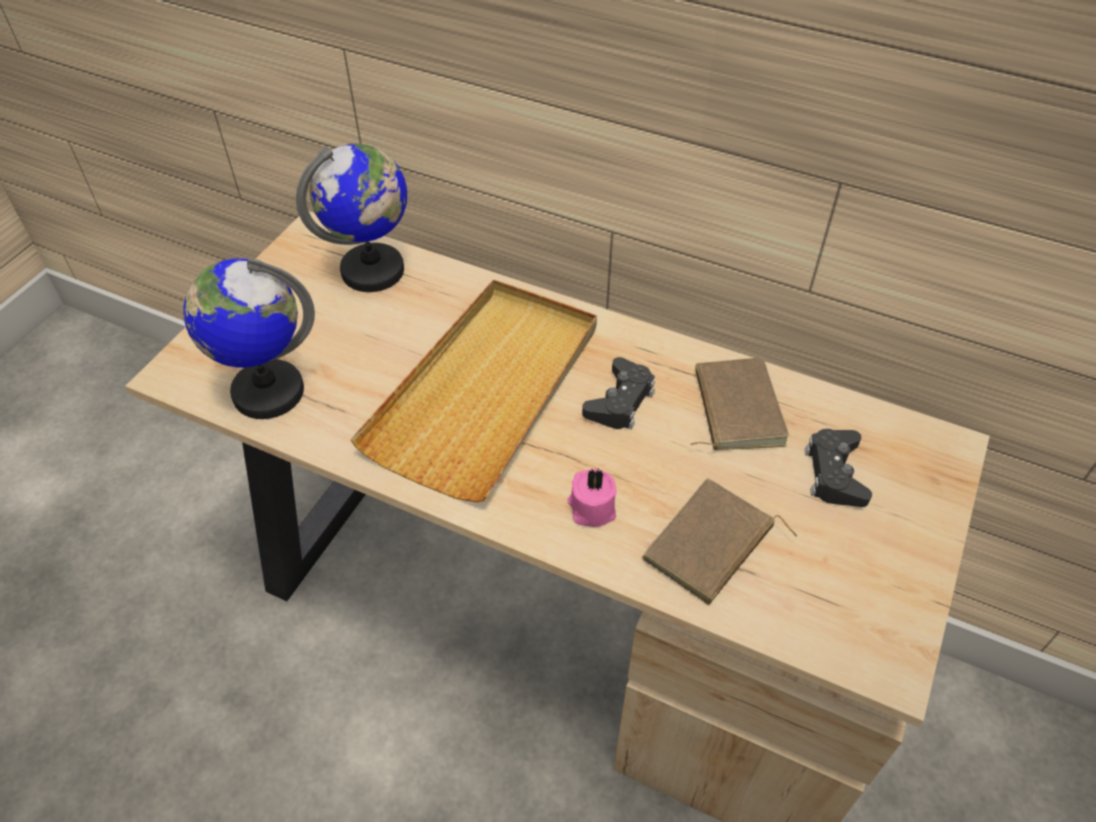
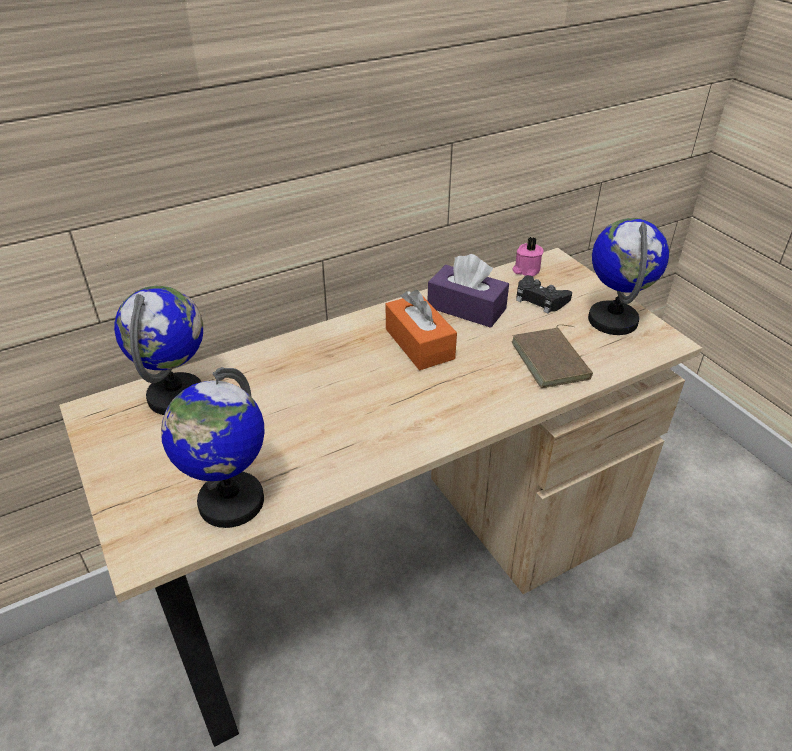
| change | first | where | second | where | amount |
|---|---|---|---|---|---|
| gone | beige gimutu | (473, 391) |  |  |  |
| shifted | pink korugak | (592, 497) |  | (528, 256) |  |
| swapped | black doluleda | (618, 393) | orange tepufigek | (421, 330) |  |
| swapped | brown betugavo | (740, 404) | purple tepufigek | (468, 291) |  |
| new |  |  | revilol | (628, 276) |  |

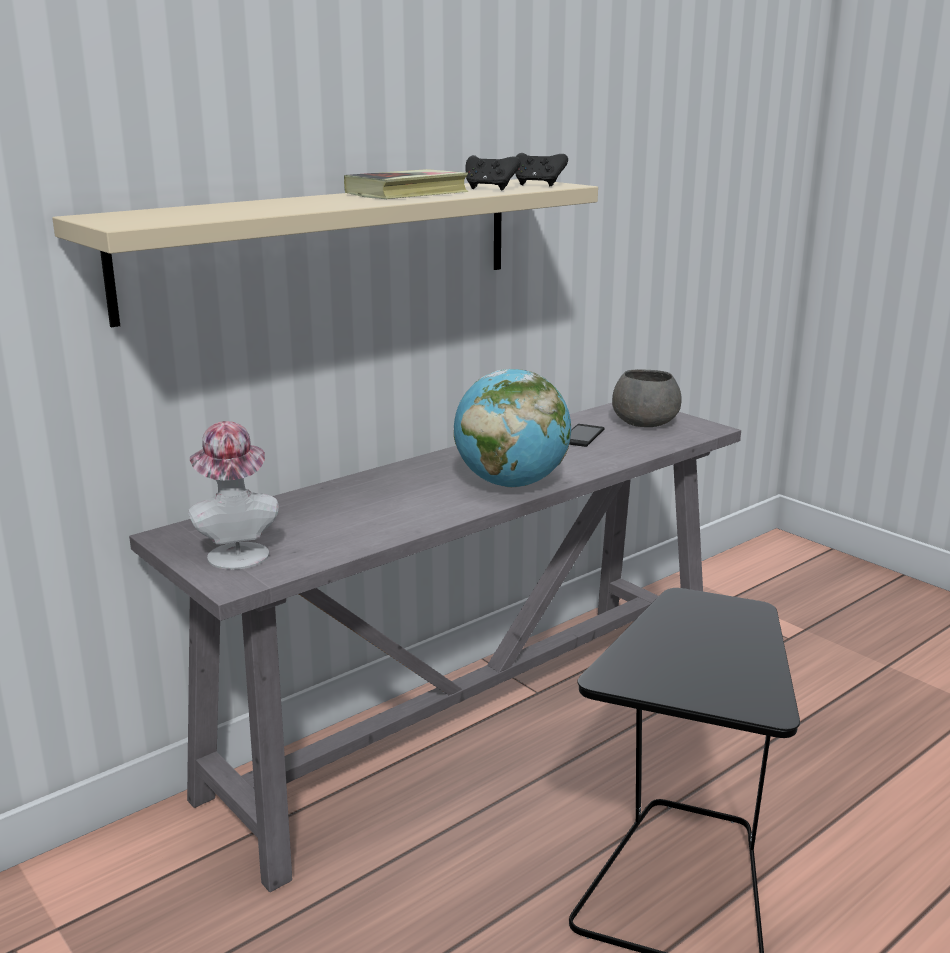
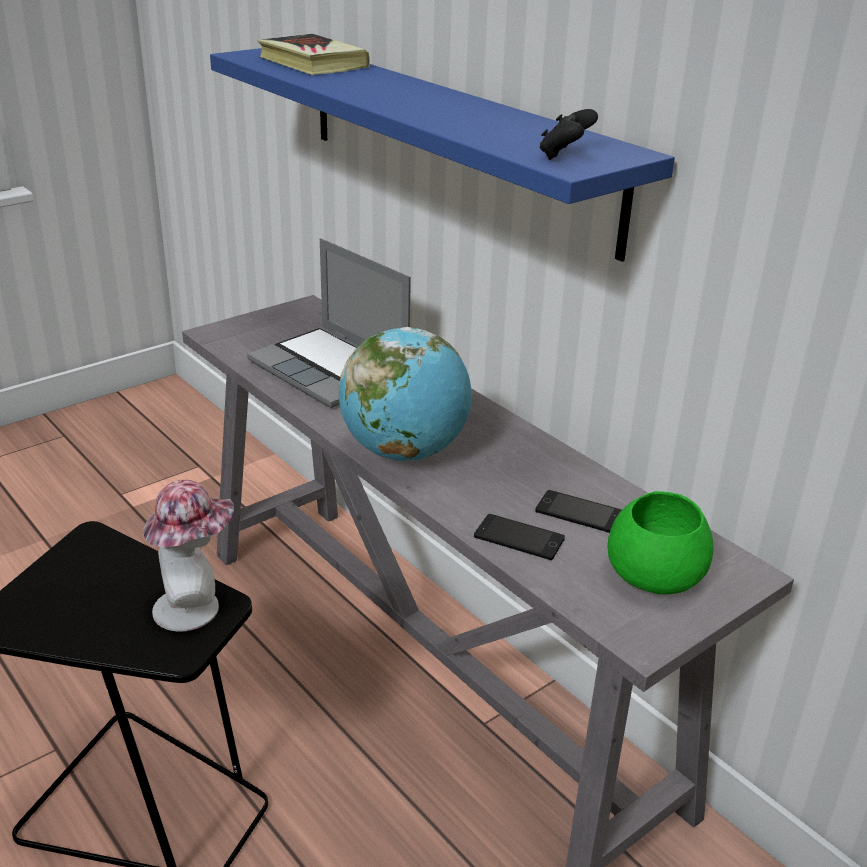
| change | first | where | second | where | amount |
|---|---|---|---|---|---|
| repainted | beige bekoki | (325, 253) | blue bekoki | (442, 155) |  |
| shifted | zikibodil | (233, 495) |  | (189, 556) |  |
| shifted | betugavo | (406, 184) |  | (313, 54) |  |
| gone | black doluleda | (493, 172) |  |  |  |
| repainted | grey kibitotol | (647, 398) | green kibitotol | (660, 542) |  |
| new |  |  | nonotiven | (329, 323) |  |
| new |  |  | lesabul | (519, 537) |  |

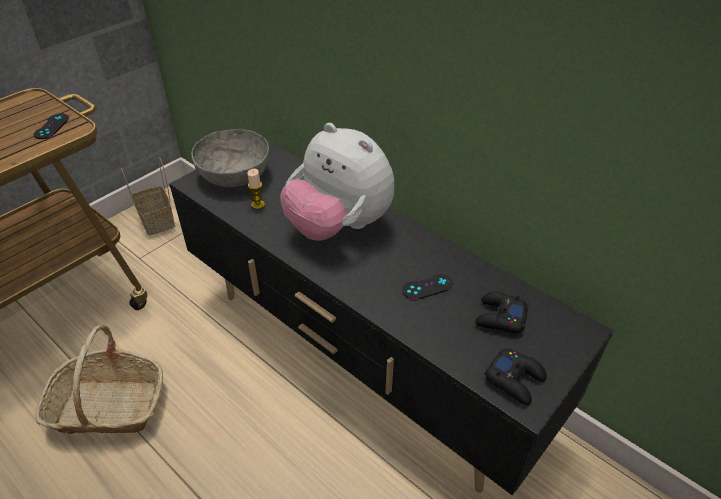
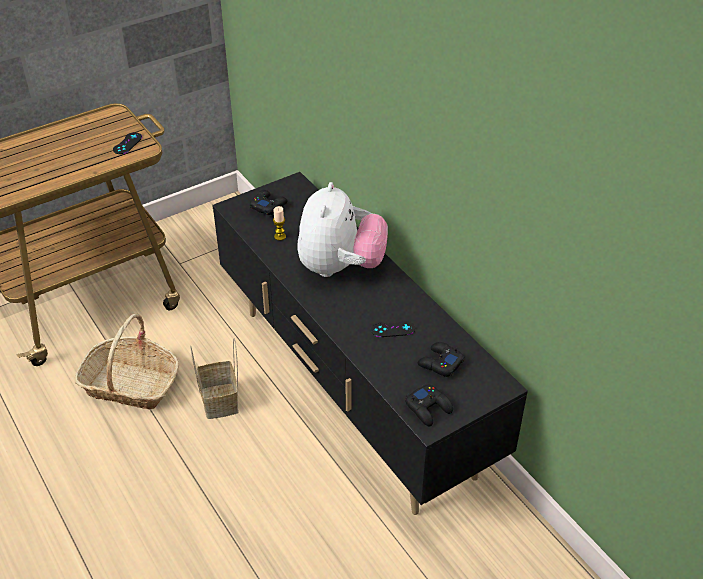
| change | first | where | second | where | amount |
|---|---|---|---|---|---|
| shifted | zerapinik | (148, 196) |  | (214, 378) |  |
| swapped | grey kibitotol | (230, 158) | black doluleda | (269, 202) |  |
| rotated | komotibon | (337, 182) |  | (342, 229) | 135 degrees counterclockwise |

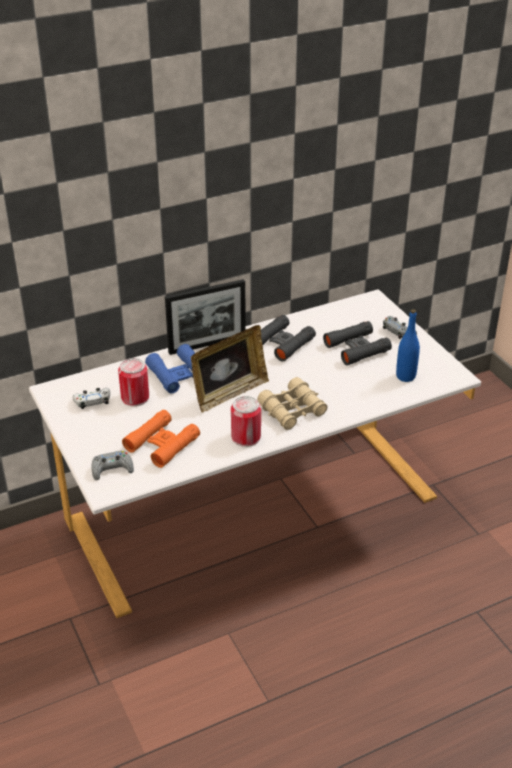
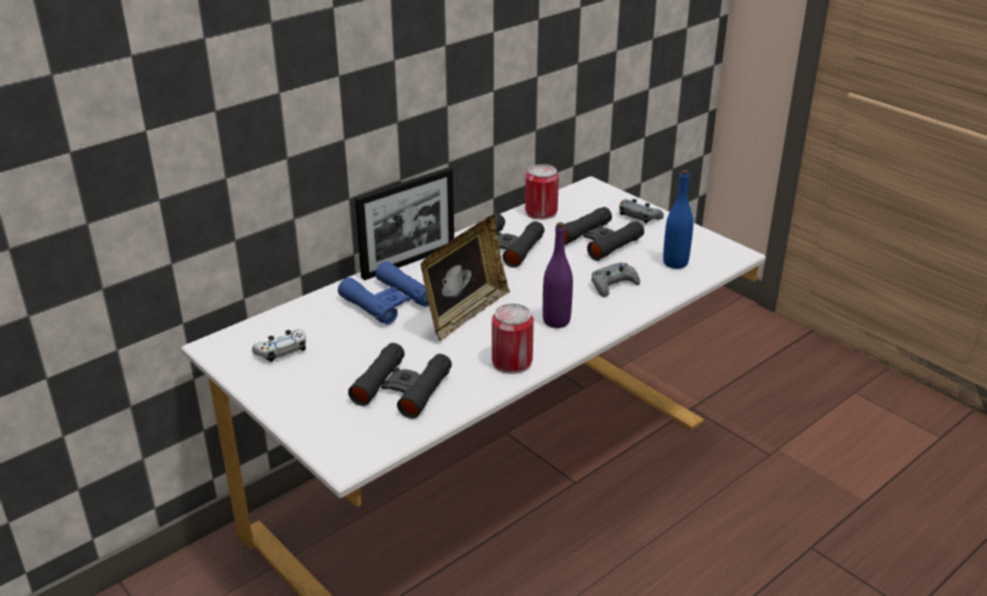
| change | first | where | second | where | amount |
|---|---|---|---|---|---|
| shifted | grey doluleda | (112, 465) |  | (615, 279) |  |
| shifted | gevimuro | (133, 382) |  | (542, 192) |  |
| repainted | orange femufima | (161, 439) | black femufima | (400, 381) |  |
| swapped | beige femufima | (292, 403) | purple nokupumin | (558, 275) |  |

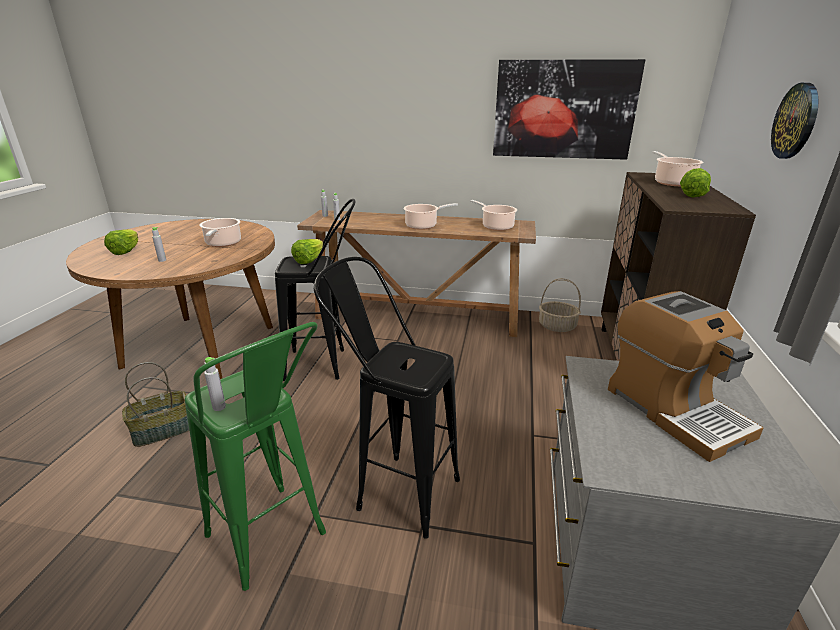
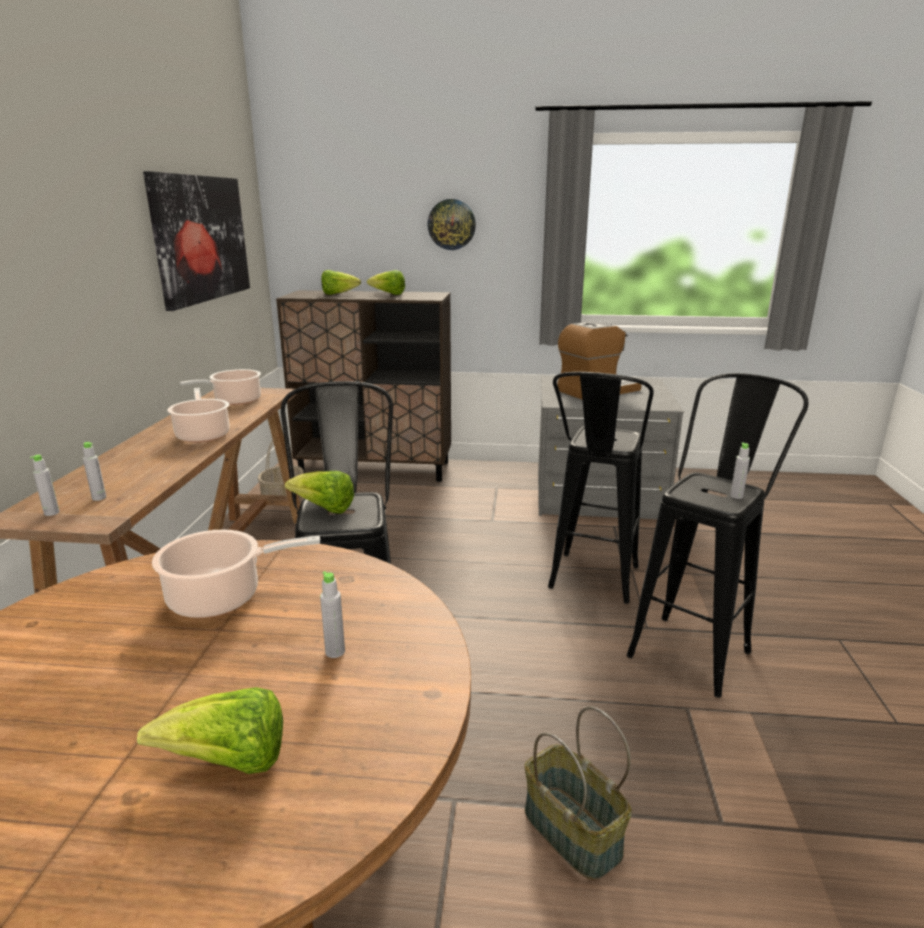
| change | first | where | second | where | amount |
|---|---|---|---|---|---|
| repainted | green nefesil | (255, 456) | black nefesil | (717, 535) |  |
| swapped | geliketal | (677, 168) | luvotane | (341, 282) |  |

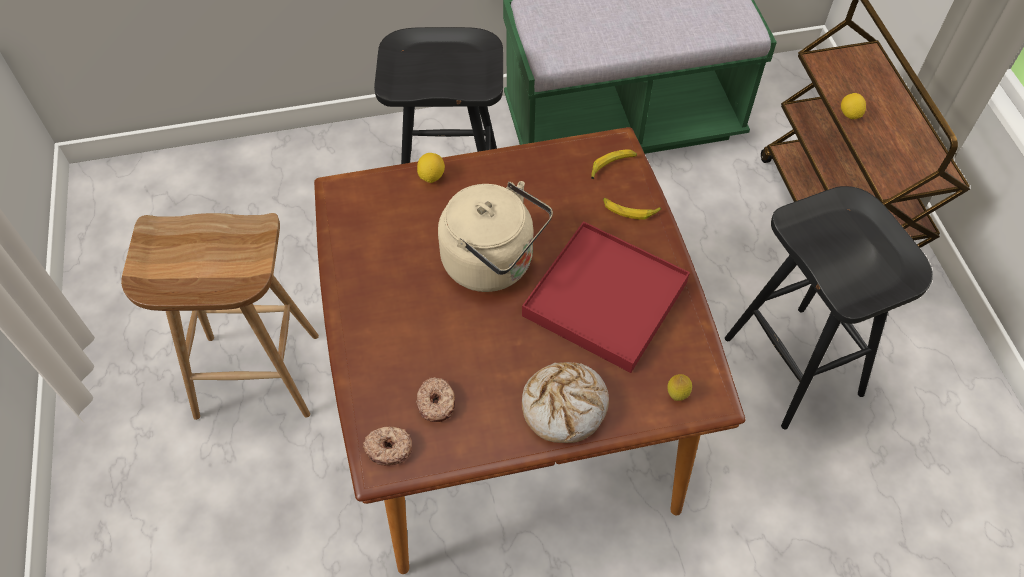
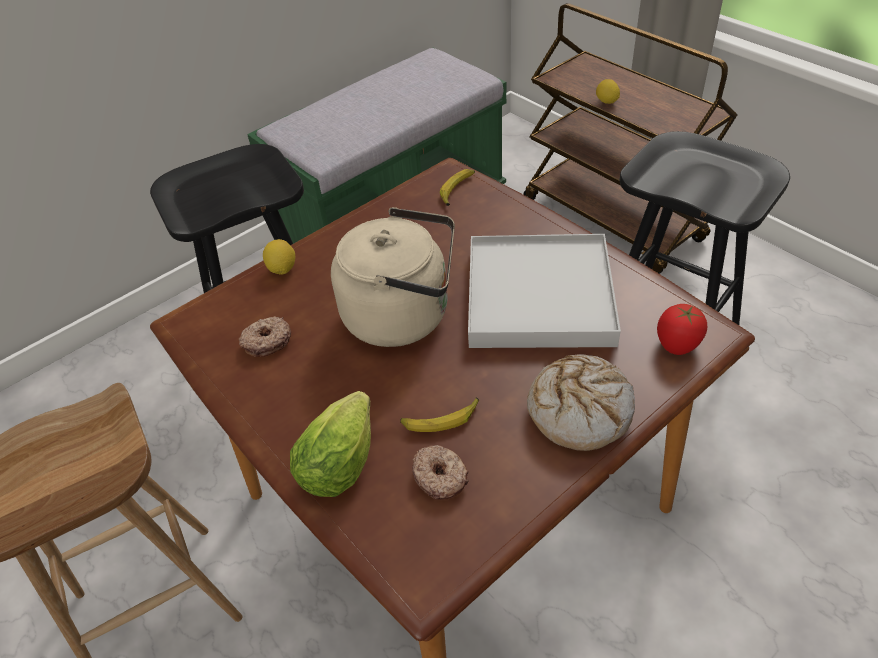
| change | first | where | second | where | amount |
|---|---|---|---|---|---|
| shifted | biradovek | (387, 445) |  | (265, 336) |  |
| repainted | red gimutu | (606, 297) | white gimutu | (544, 291) |  |
| shifted | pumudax | (632, 209) |  | (439, 414) |  |
| swapped | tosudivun | (680, 387) | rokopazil | (682, 329) |  |
| new |  |  | luvotane | (330, 444) |  |

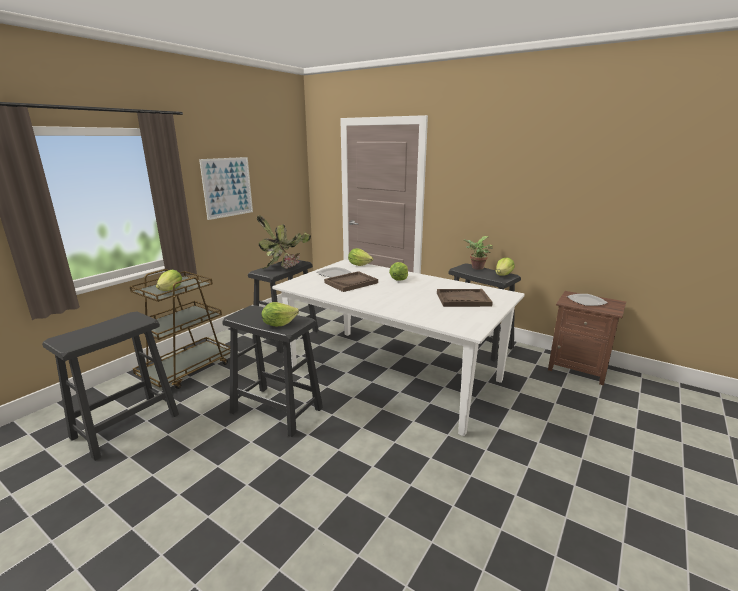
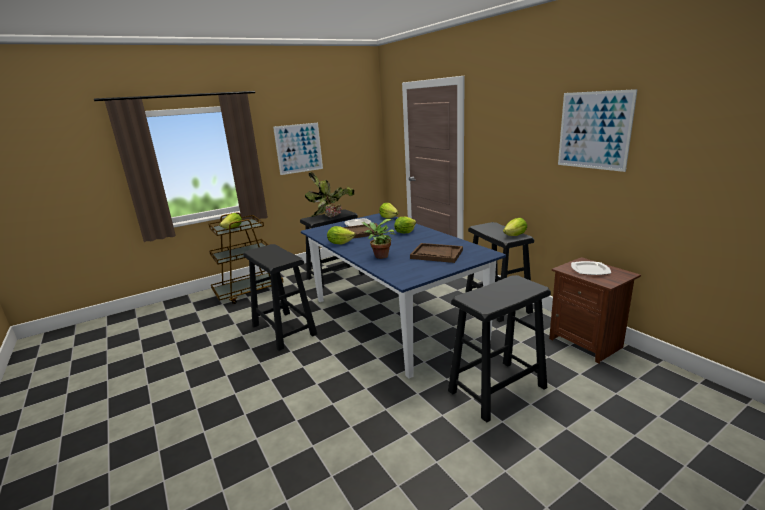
| change | first | where | second | where | amount |
|---|---|---|---|---|---|
| shifted | black nefesil | (110, 386) |  | (499, 349) |  |
| shifted | luvotane | (280, 314) |  | (341, 235) |  |
| repainted | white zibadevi | (398, 347) | blue zibadevi | (403, 296) |  |
| shifted | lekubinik | (478, 253) |  | (378, 239) |  |
| new |  |  | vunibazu | (598, 130) |  |

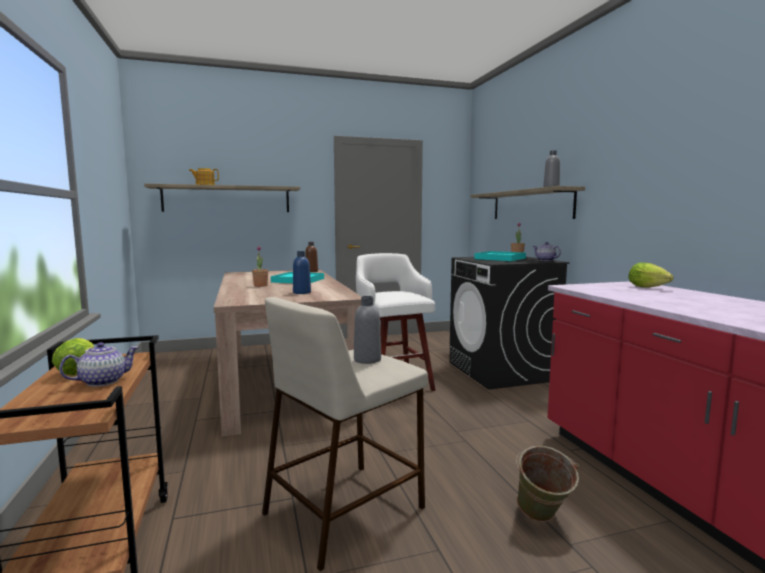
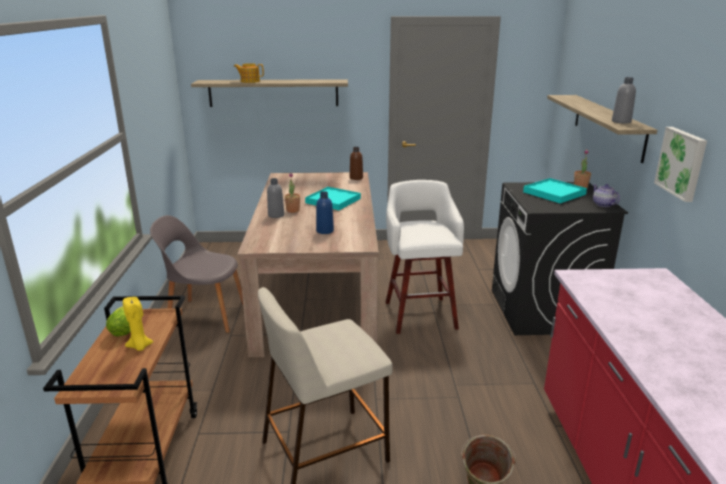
| change | first | where | second | where | amount |
|---|---|---|---|---|---|
| swapped | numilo | (99, 364) | yellow korugak | (138, 324) |  |
| shifted | grey nokupumin | (367, 330) |  | (275, 198) |  |
| gone | luvotane | (650, 275) |  |  |  |
| new |  |  | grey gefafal | (196, 274) |  |
| new |  |  | vunibazu | (680, 164) |  |

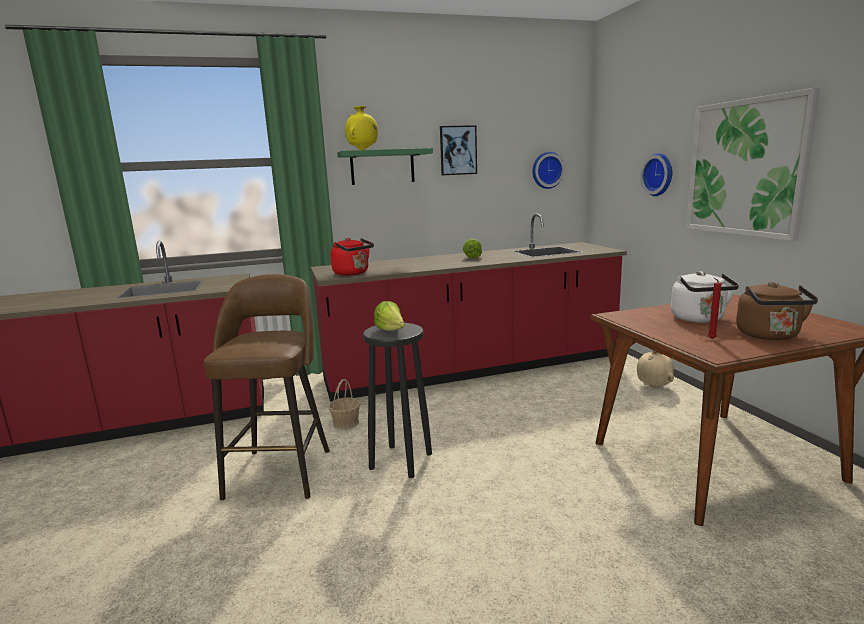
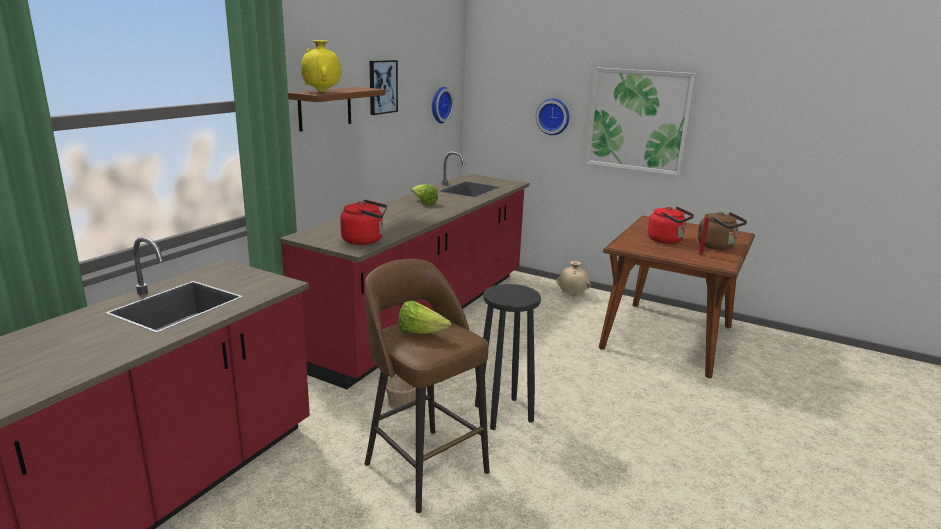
| change | first | where | second | where | amount |
|---|---|---|---|---|---|
| repainted | green bekoki | (385, 166) | brown bekoki | (337, 109) |  |
| shifted | luvotane | (389, 316) |  | (424, 317) |  |
| repainted | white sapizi | (705, 297) | red sapizi | (671, 225) |  |

